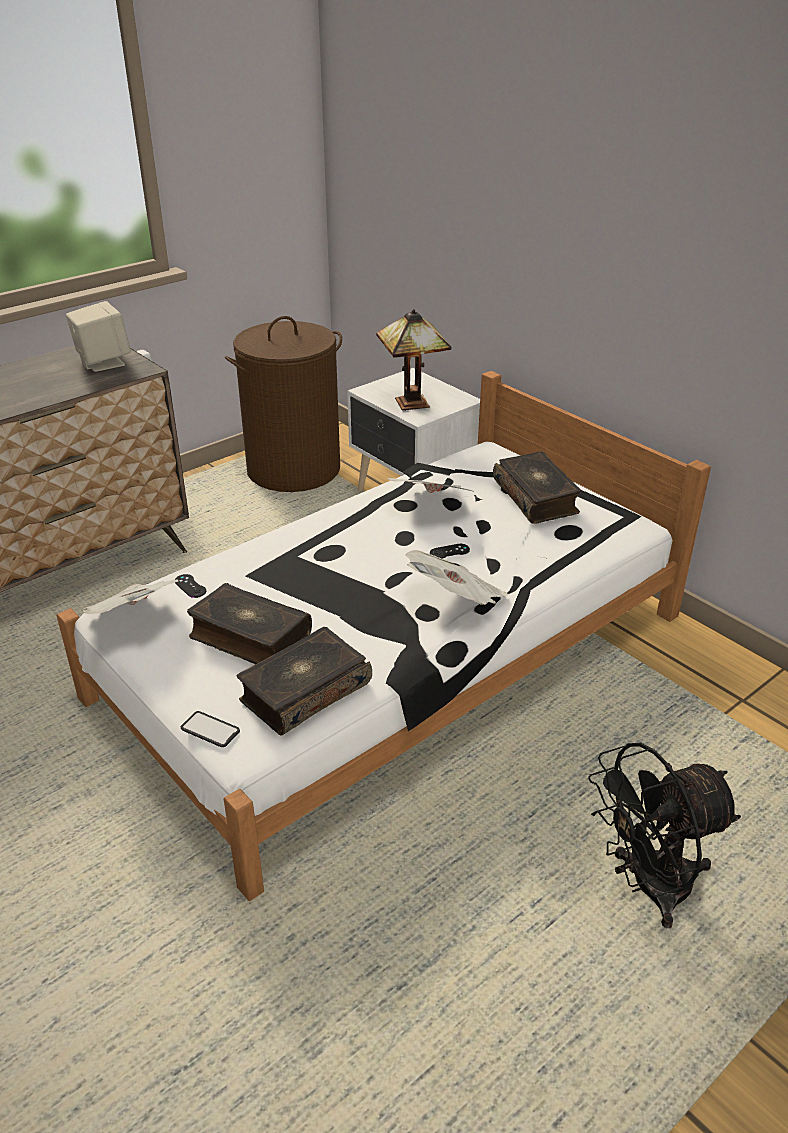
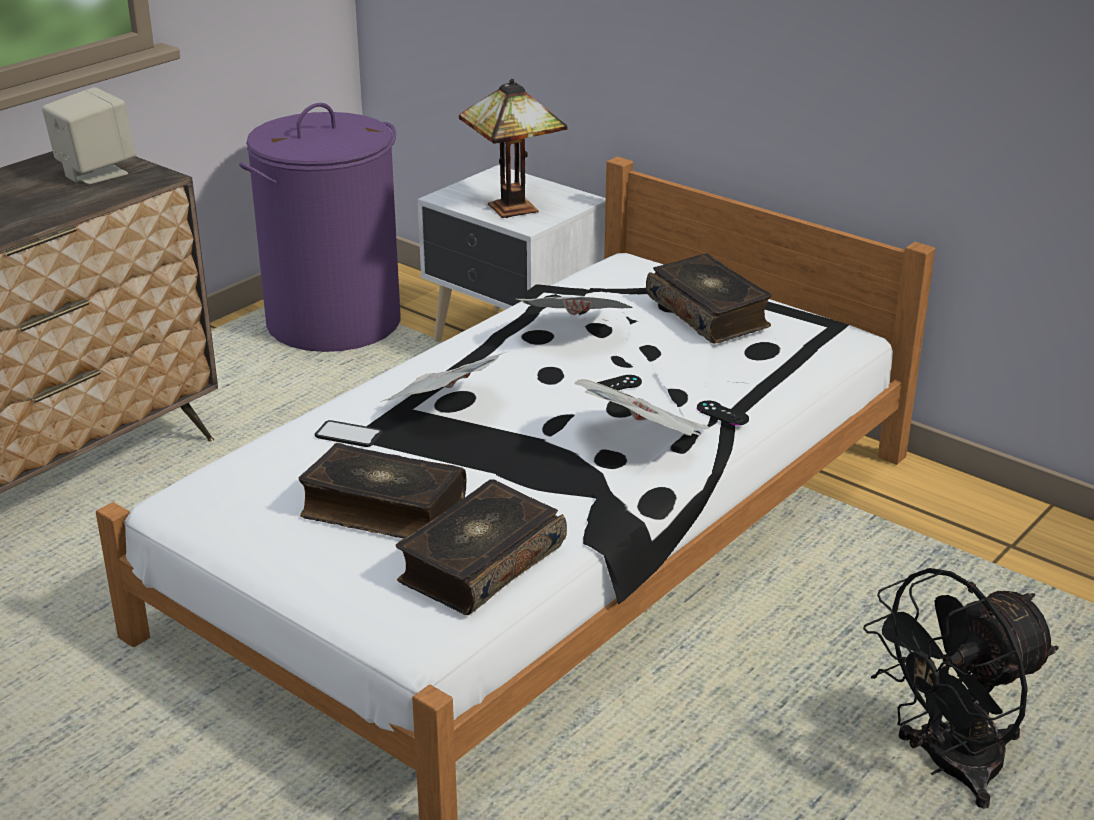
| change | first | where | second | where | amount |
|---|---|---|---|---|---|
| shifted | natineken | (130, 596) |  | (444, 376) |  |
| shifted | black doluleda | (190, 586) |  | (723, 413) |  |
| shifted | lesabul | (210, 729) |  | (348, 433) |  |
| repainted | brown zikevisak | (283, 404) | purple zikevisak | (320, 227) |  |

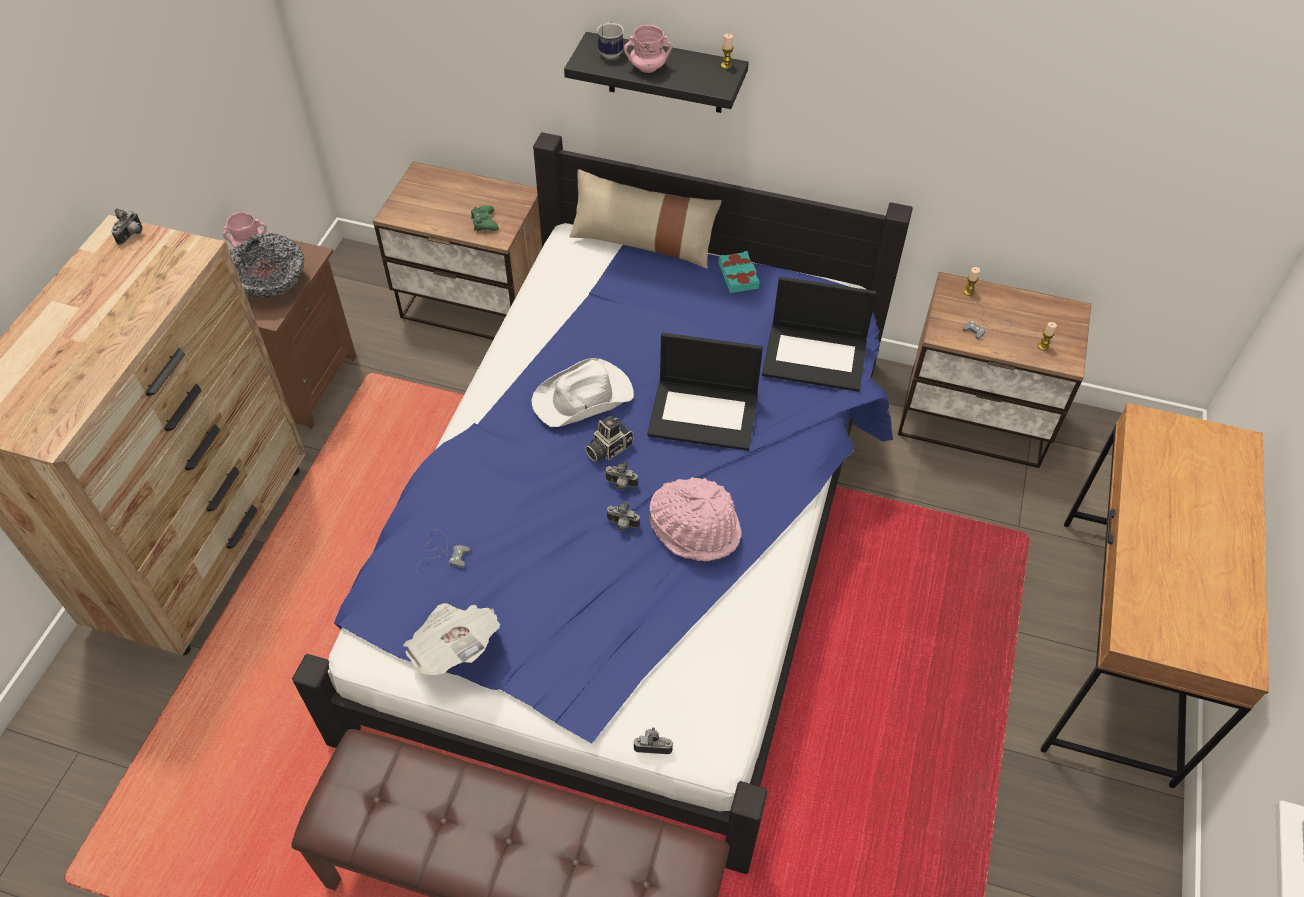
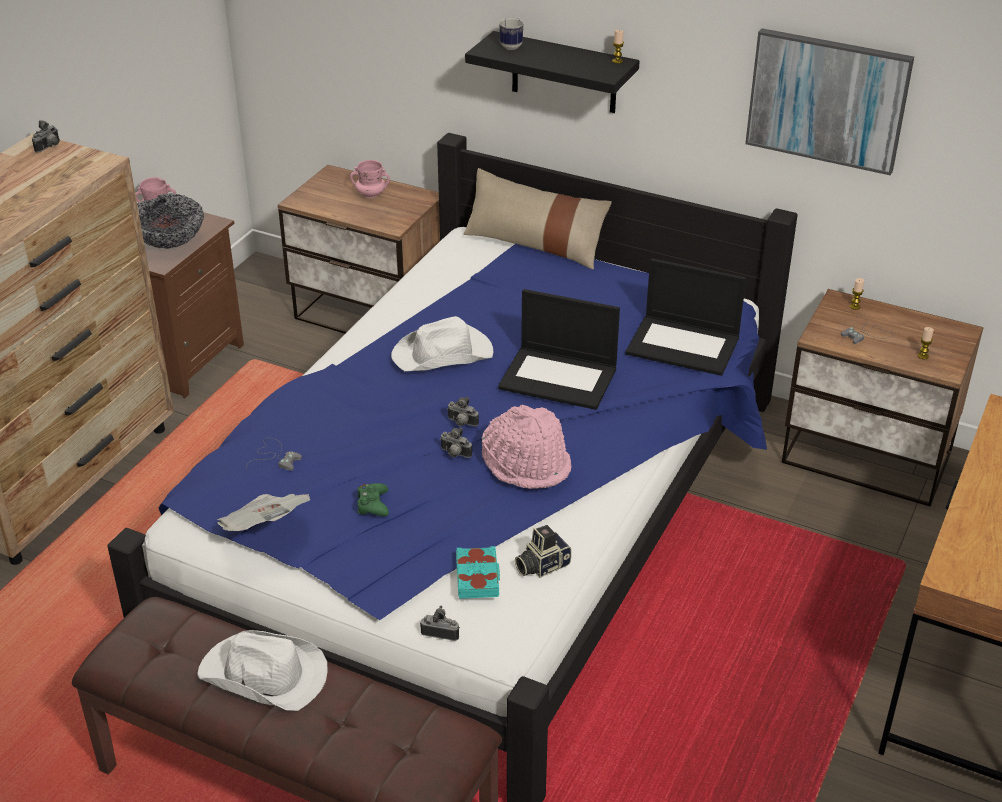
| change | first | where | second | where | amount |
|---|---|---|---|---|---|
| shifted | green doluleda | (485, 218) |  | (373, 499) |  |
| shifted | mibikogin | (609, 439) |  | (543, 551) |  |
| shifted | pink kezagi | (648, 49) |  | (370, 179) |  |
| shifted | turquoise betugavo | (739, 272) |  | (478, 572) |  |
| new |  |  | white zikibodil | (262, 670) |  |
| new |  |  | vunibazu | (829, 101) |  |

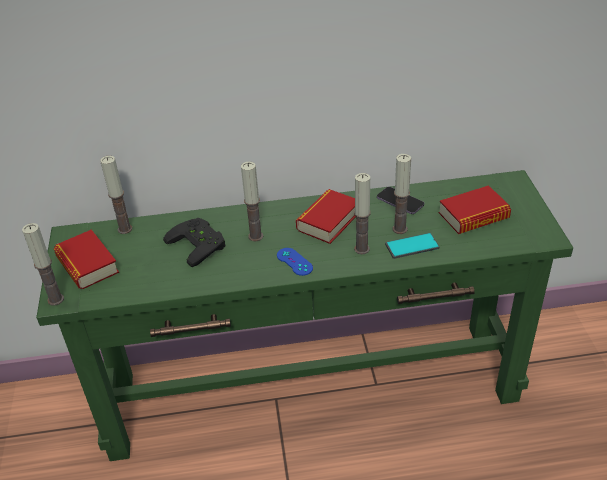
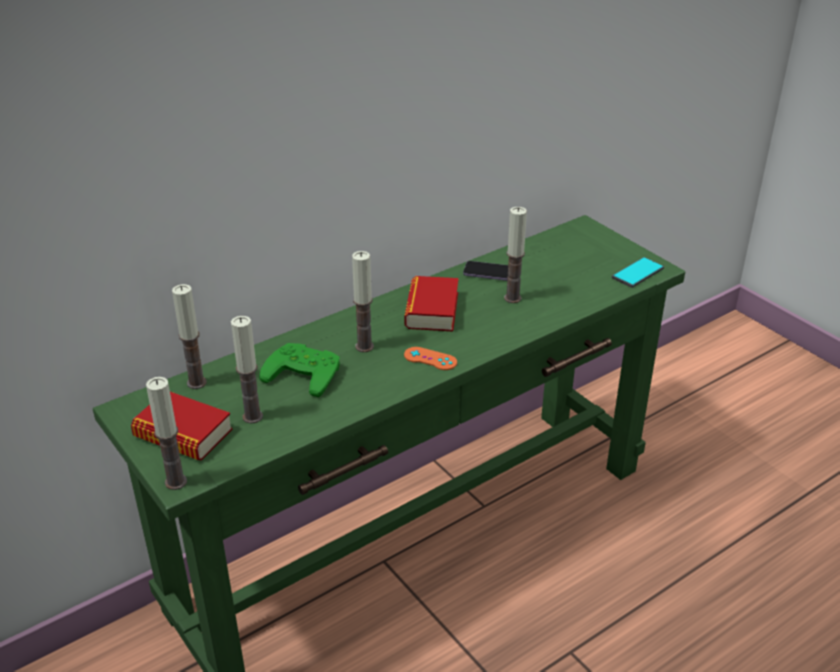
| change | first | where | second | where | amount |
|---|---|---|---|---|---|
| repainted | black doluleda | (194, 242) | green doluleda | (299, 370) |  |
| repainted | blue doluleda | (295, 262) | orange doluleda | (430, 358) |  |
| shifted | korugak | (362, 213) |  | (247, 370) |  |
| shifted | lesabul | (412, 246) |  | (638, 272) |  |
| gone | betugavo | (475, 209) |  |  |  |

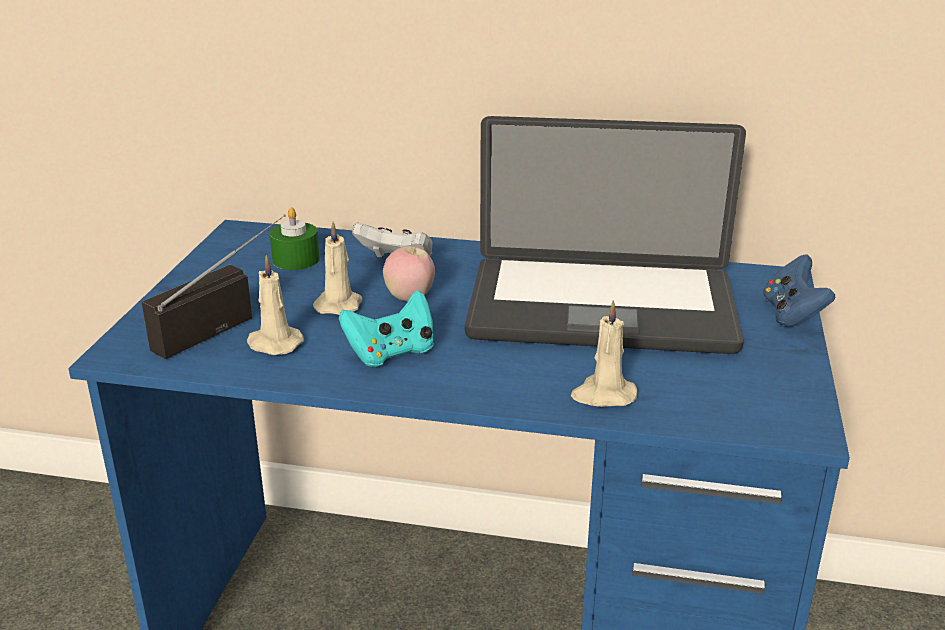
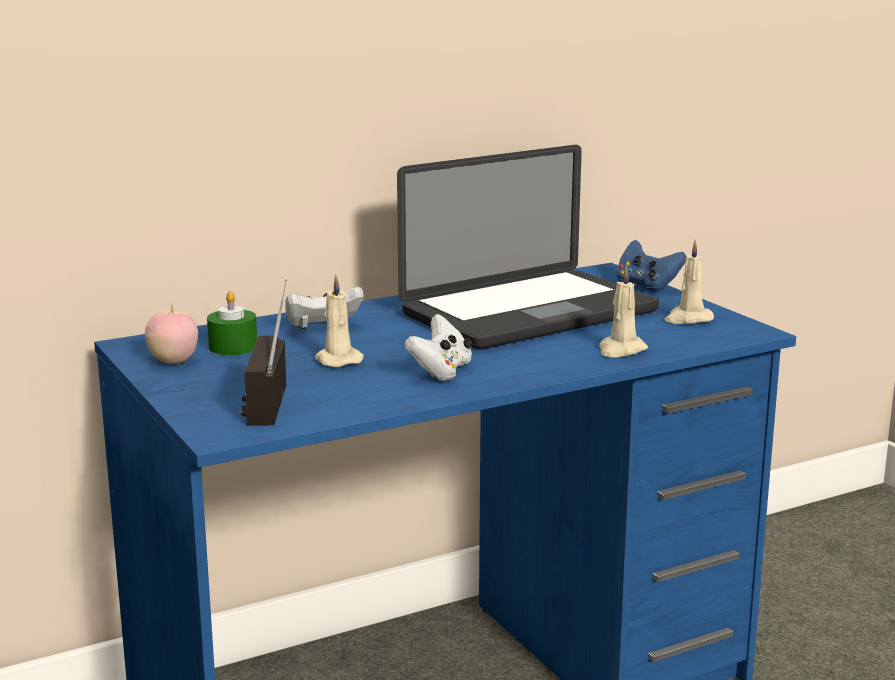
| change | first | where | second | where | amount |
|---|---|---|---|---|---|
| shifted | beige korugak | (275, 305) |  | (689, 282) |  |
| repainted | turquoise doluleda | (386, 328) | white doluleda | (438, 347) |  |
| shifted | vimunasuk | (409, 272) |  | (171, 334) |  |

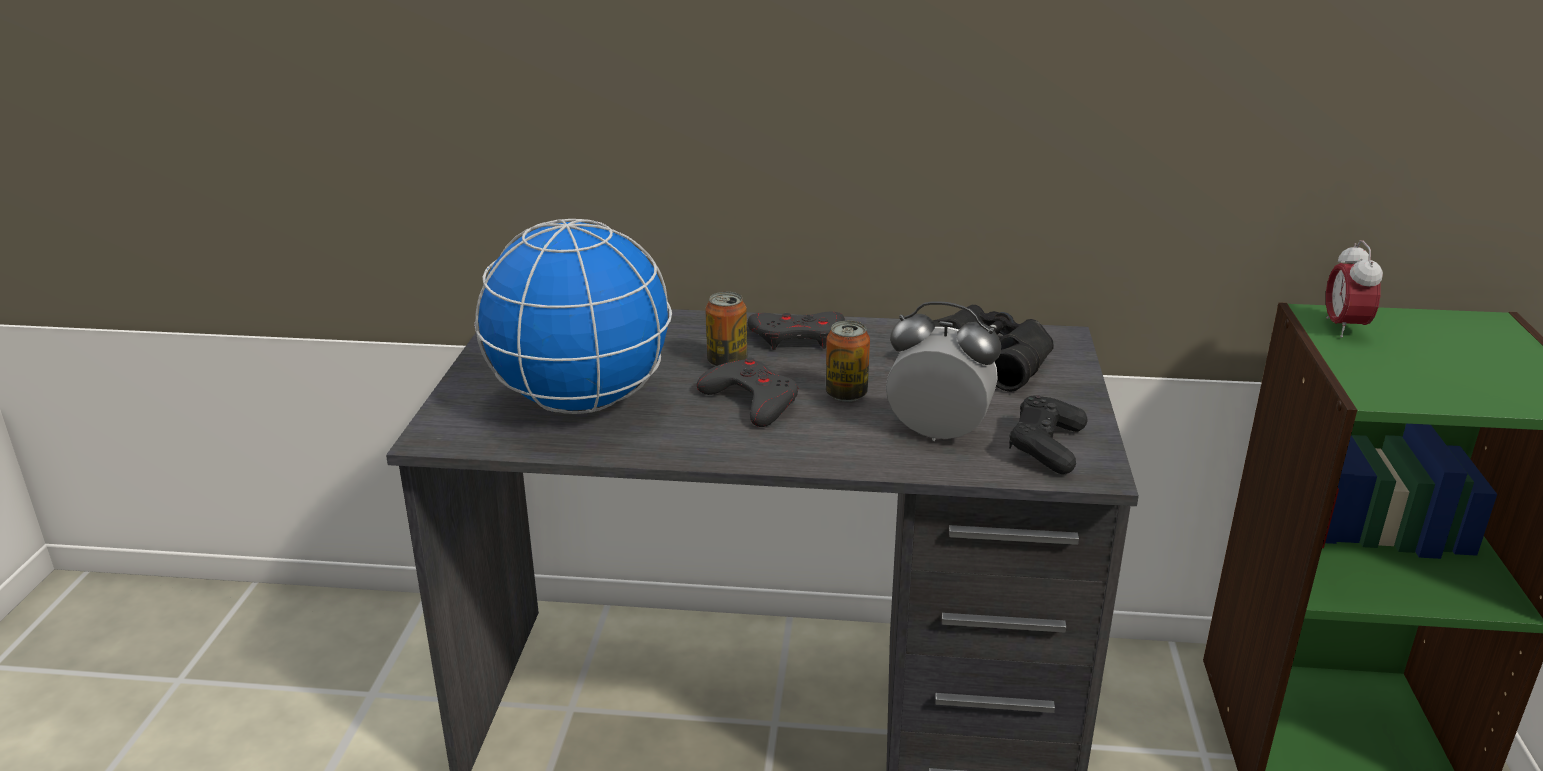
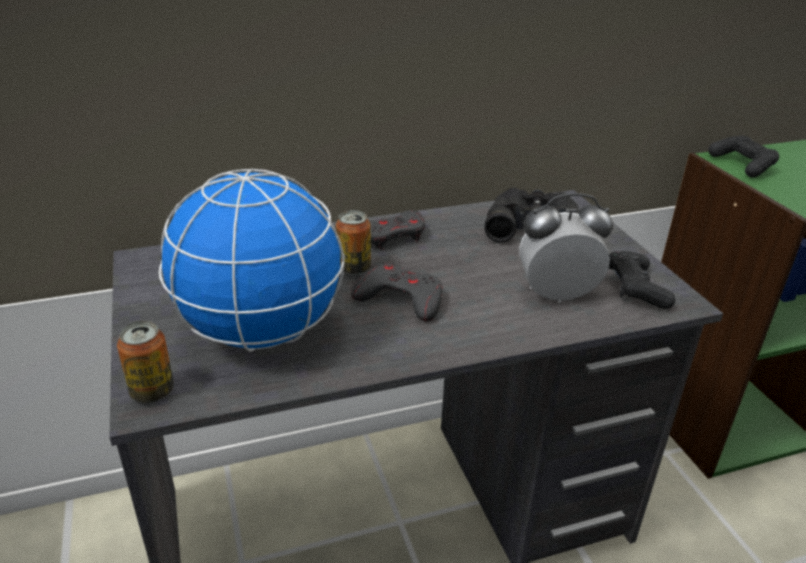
| change | first | where | second | where | amount |
|---|---|---|---|---|---|
| shifted | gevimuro | (847, 361) |  | (145, 362) |  |
| swapped | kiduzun | (1354, 289) | black doluleda | (743, 157) |  |

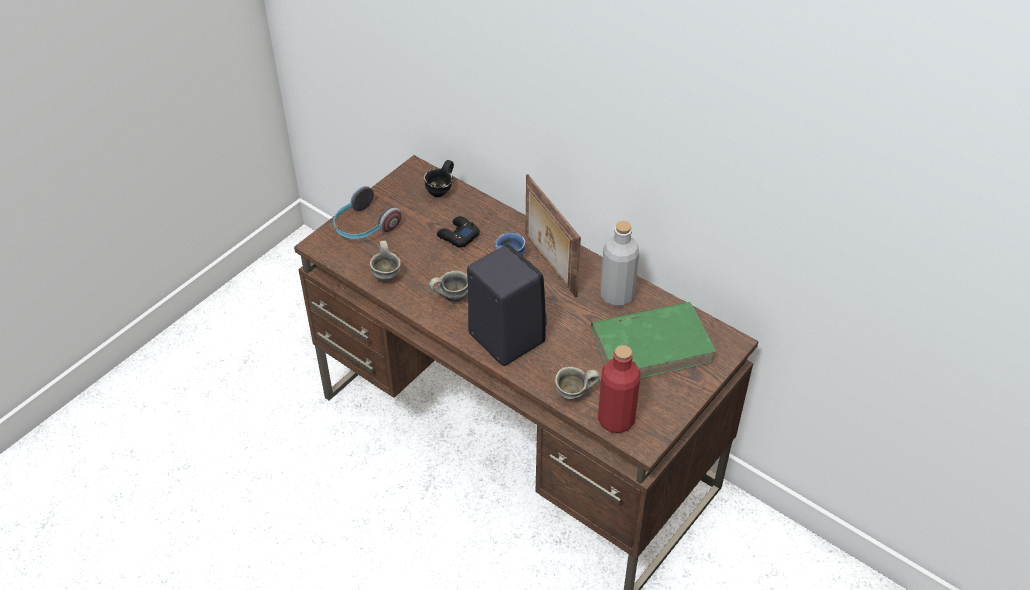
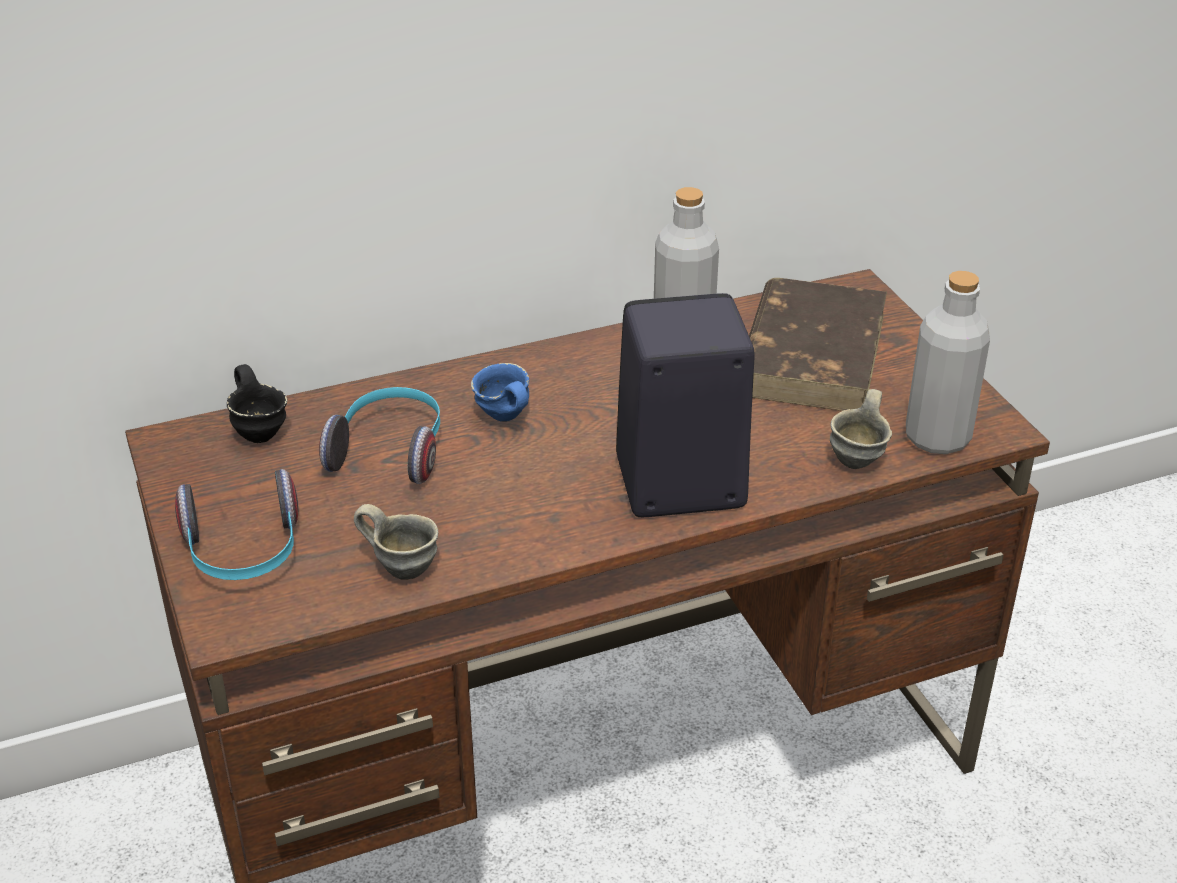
| change | first | where | second | where | amount |
|---|---|---|---|---|---|
| gone | grey kezagi | (448, 286) |  |  |  |
| swapped | black doluleda | (458, 232) | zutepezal | (379, 435) |  |
| gone | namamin | (553, 235) |  |  |  |
| repainted | green betugavo | (653, 340) | brown betugavo | (818, 344) |  |
| repainted | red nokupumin | (619, 389) | grey nokupumin | (948, 362) |  |

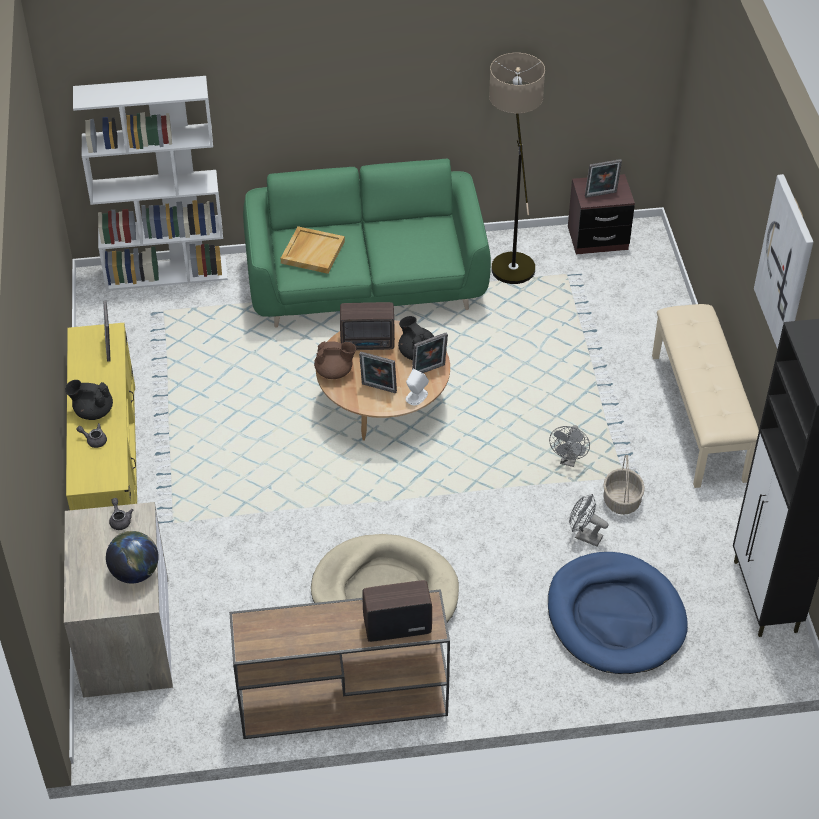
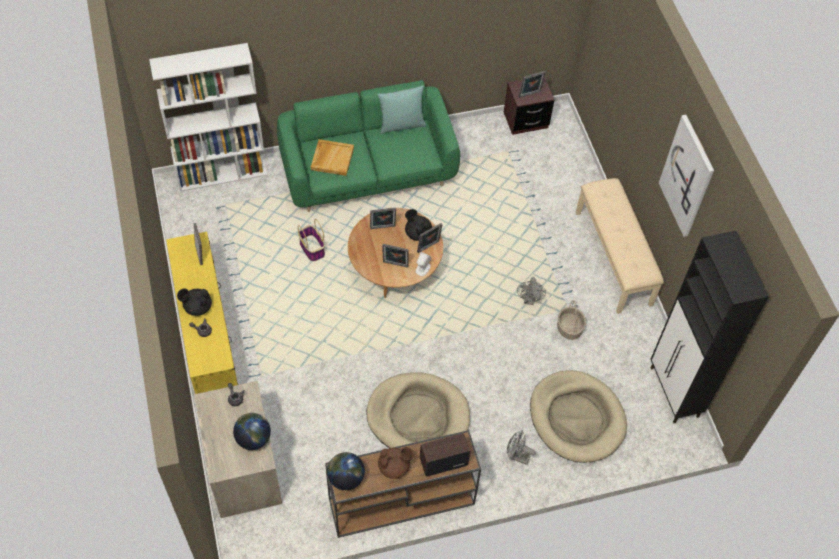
| change | first | where | second | where | amount |
|---|---|---|---|---|---|
| shifted | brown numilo | (335, 360) |  | (396, 463) |  |
| swapped | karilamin | (367, 326) | namamin | (383, 218) |  |
| gone | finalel | (517, 168) |  |  |  |
| repainted | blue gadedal | (618, 613) | beige gadedal | (578, 416) |  |
| shifted | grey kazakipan | (589, 520) |  | (521, 448) |  |
| new |  |  | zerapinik | (311, 240) |  |
| new |  |  | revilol | (346, 471) |  |
| new |  |  | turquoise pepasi | (401, 110) |  |

